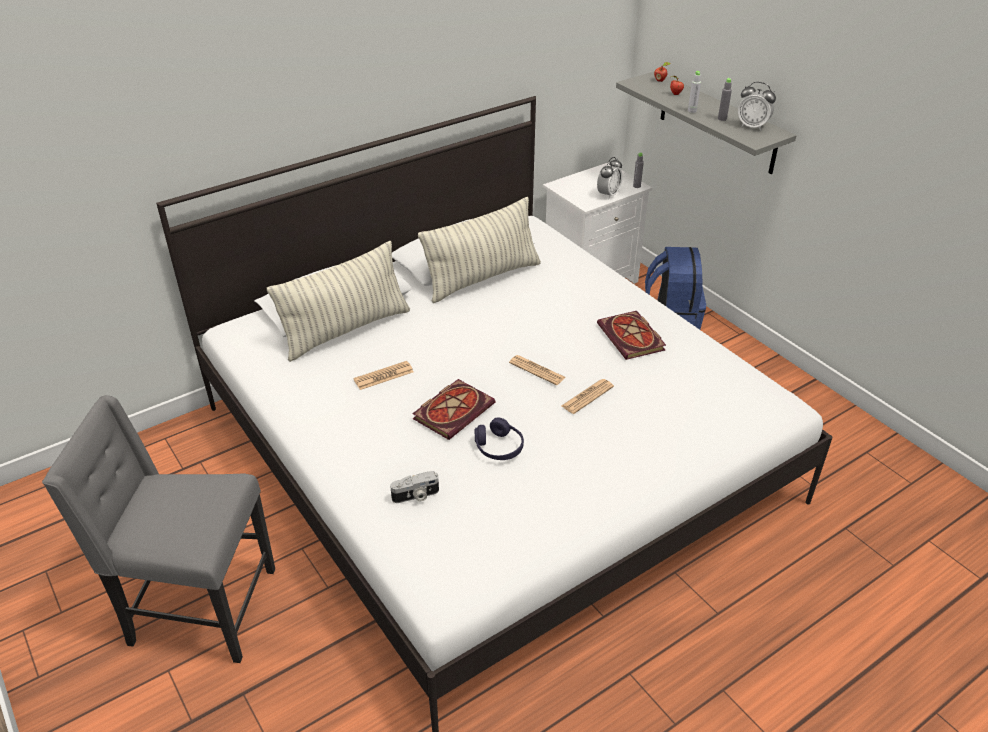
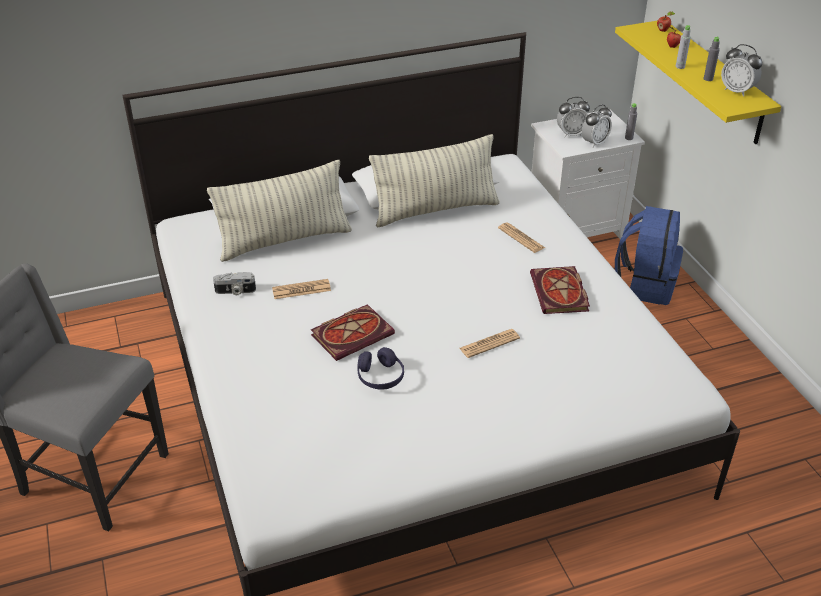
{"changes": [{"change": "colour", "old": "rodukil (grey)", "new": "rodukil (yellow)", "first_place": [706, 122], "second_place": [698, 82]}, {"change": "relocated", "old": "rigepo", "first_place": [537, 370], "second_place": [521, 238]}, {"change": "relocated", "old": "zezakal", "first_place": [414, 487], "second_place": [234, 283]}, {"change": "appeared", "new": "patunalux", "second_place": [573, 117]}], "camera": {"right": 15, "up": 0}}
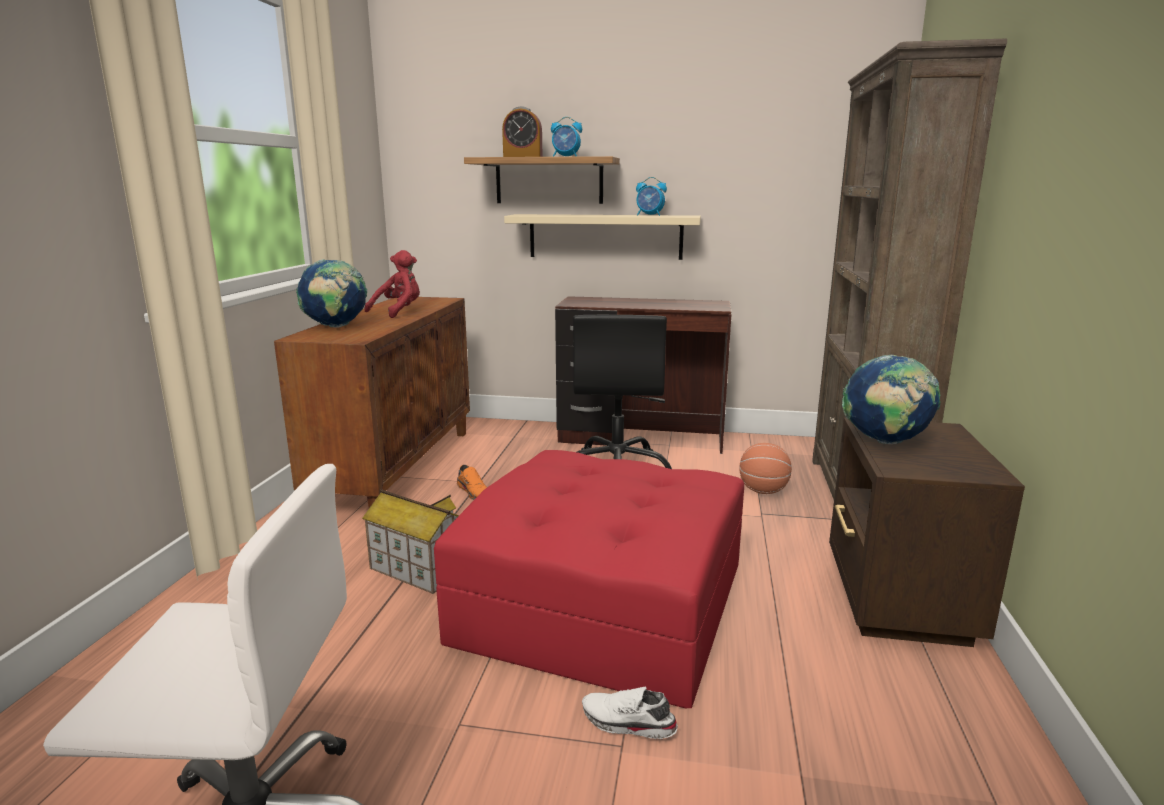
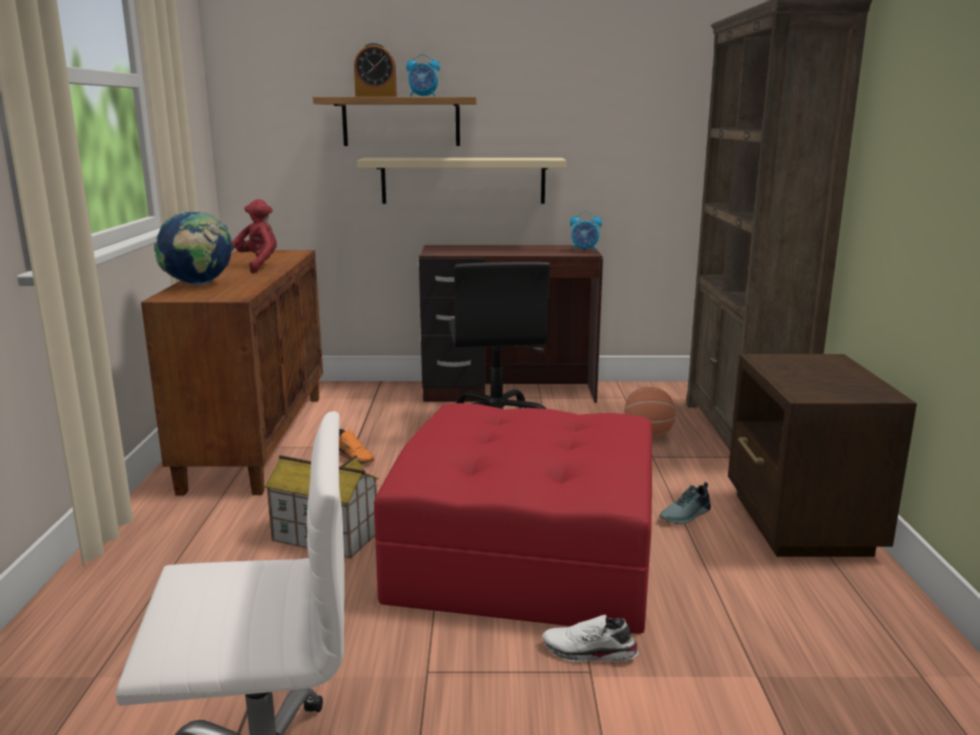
{"changes": [{"change": "relocated", "old": "patunalux", "first_place": [651, 196], "second_place": [586, 231]}, {"change": "missing", "old": "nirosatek", "first_place": [891, 399]}, {"change": "appeared", "new": "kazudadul", "second_place": [685, 503]}], "camera": {"right": -10, "up": 0}}
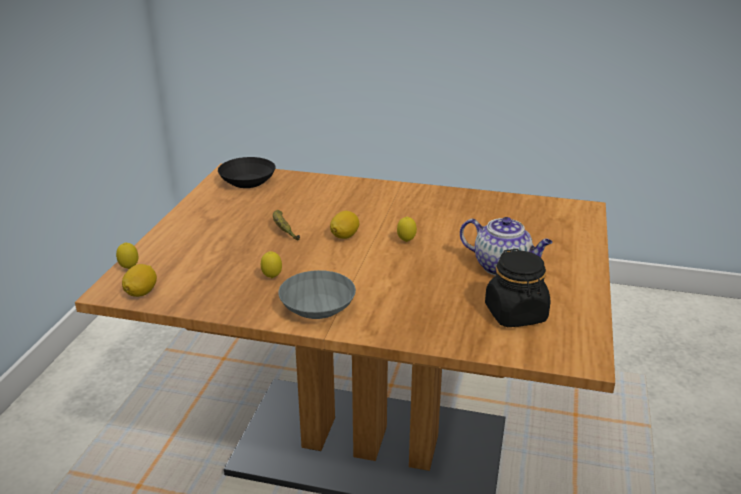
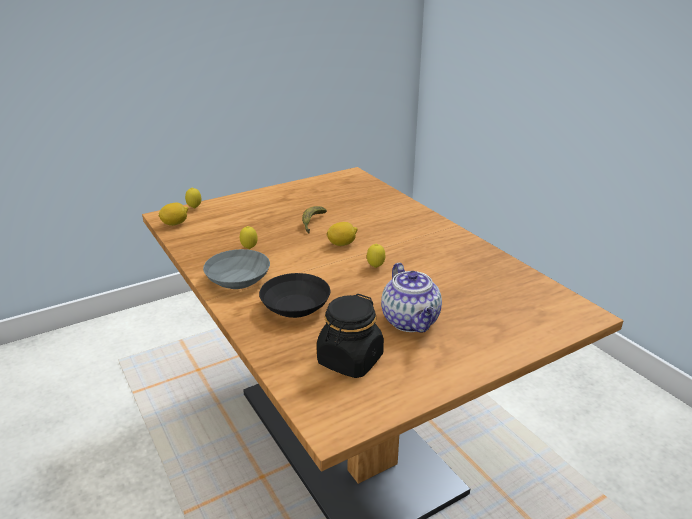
{"changes": [{"change": "relocated", "old": "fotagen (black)", "first_place": [247, 172], "second_place": [295, 295]}], "camera": {"right": 45, "up": 0}}
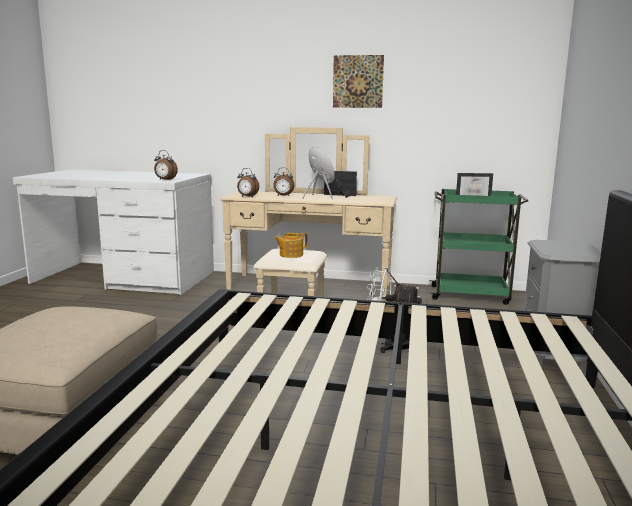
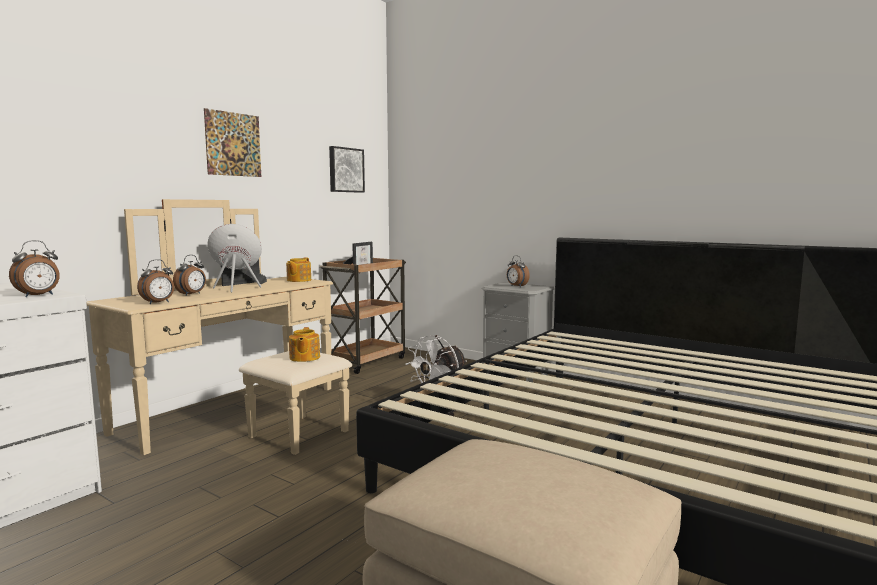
{"changes": [{"change": "colour", "old": "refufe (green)", "new": "refufe (brown)", "first_place": [478, 247], "second_place": [363, 316]}, {"change": "appeared", "new": "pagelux", "second_place": [347, 169]}, {"change": "appeared", "new": "patunalux", "second_place": [518, 271]}, {"change": "appeared", "new": "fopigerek", "second_place": [298, 270]}], "camera": {"right": -65, "up": -5}}
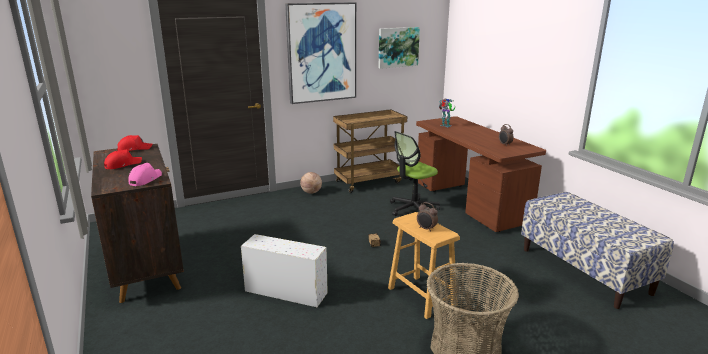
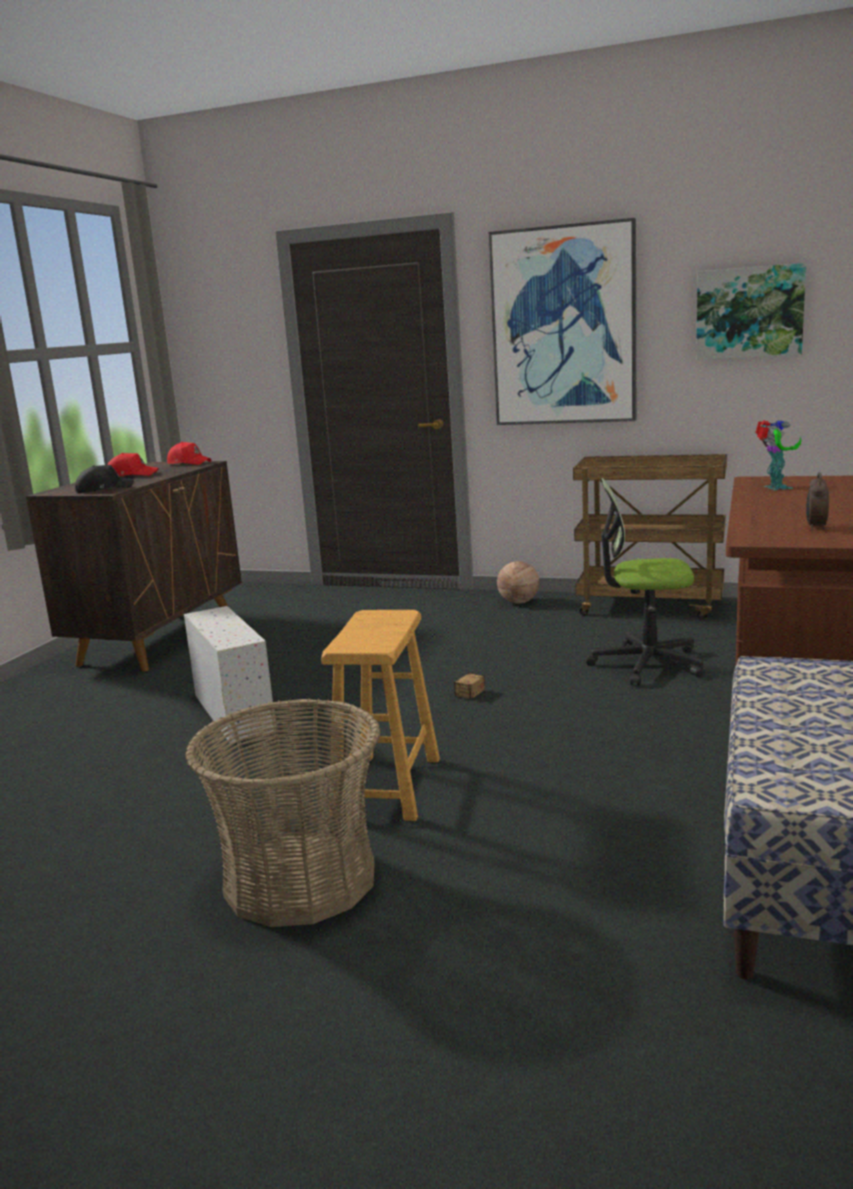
{"changes": [{"change": "colour", "old": "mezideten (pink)", "new": "mezideten (black)", "first_place": [145, 174], "second_place": [104, 479]}, {"change": "missing", "old": "patunalux", "first_place": [427, 217]}], "camera": {"right": 45, "up": -5}}
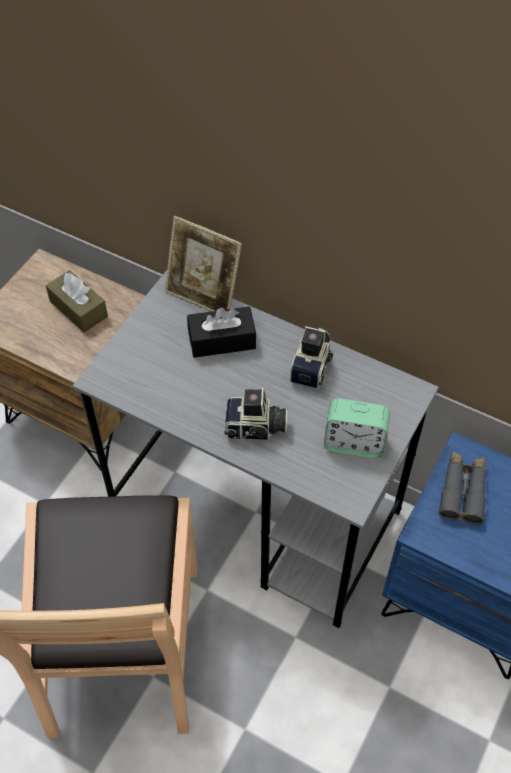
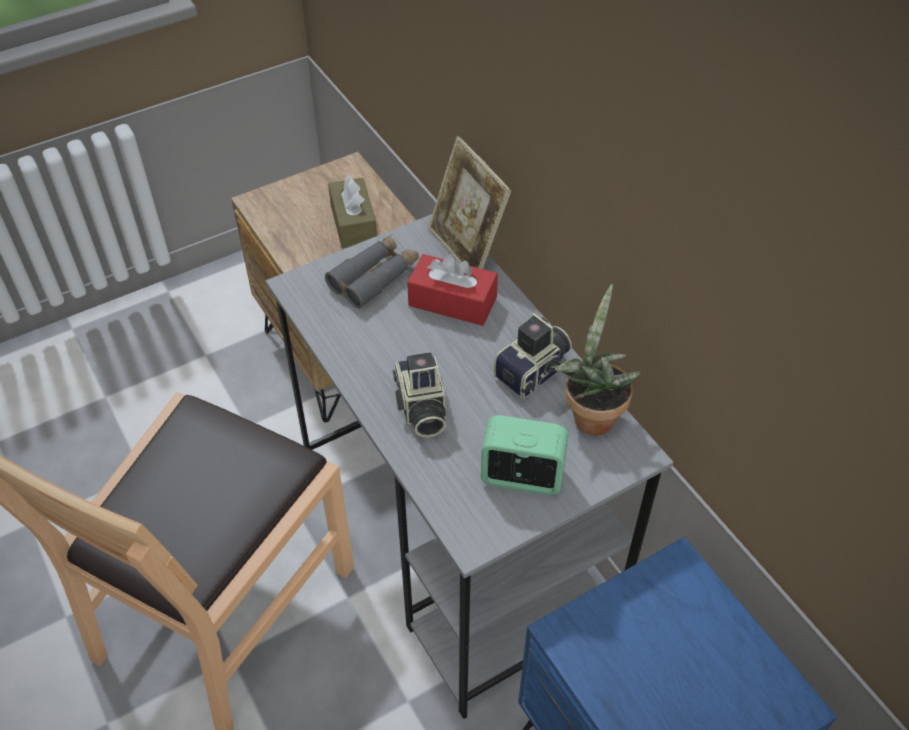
{"changes": [{"change": "colour", "old": "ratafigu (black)", "new": "ratafigu (red)", "first_place": [221, 332], "second_place": [452, 290]}, {"change": "spun", "old": "zezakal", "first_place": [255, 414], "second_place": [419, 395], "degrees": 45}, {"change": "spun", "old": "patunalux", "first_place": [357, 428], "second_place": [525, 455], "degrees": 150}, {"change": "relocated", "old": "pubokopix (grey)", "first_place": [462, 488], "second_place": [372, 271]}, {"change": "appeared", "new": "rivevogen", "second_place": [596, 359]}], "camera": {"right": 30, "up": -5}}
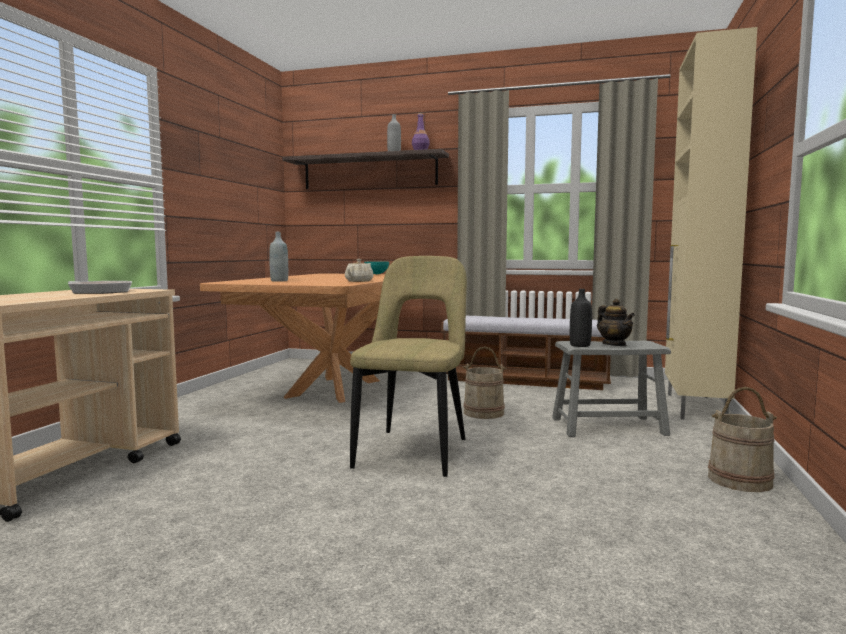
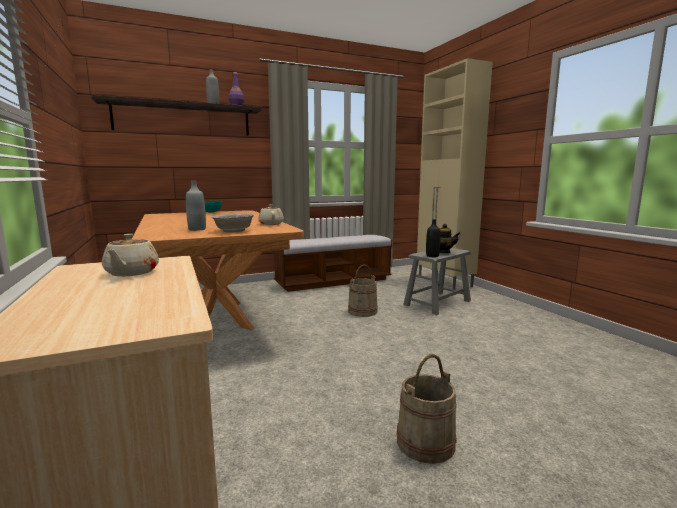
{"changes": [{"change": "missing", "old": "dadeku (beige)", "first_place": [408, 366]}, {"change": "exchanged", "old": "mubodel", "new": "fopigerek (beige)", "first_place": [100, 287], "second_place": [130, 255]}, {"change": "relocated", "old": "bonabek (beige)", "first_place": [742, 439], "second_place": [427, 409]}, {"change": "appeared", "new": "fotagen (white)", "second_place": [233, 223]}], "camera": {"right": -40, "up": 5}}
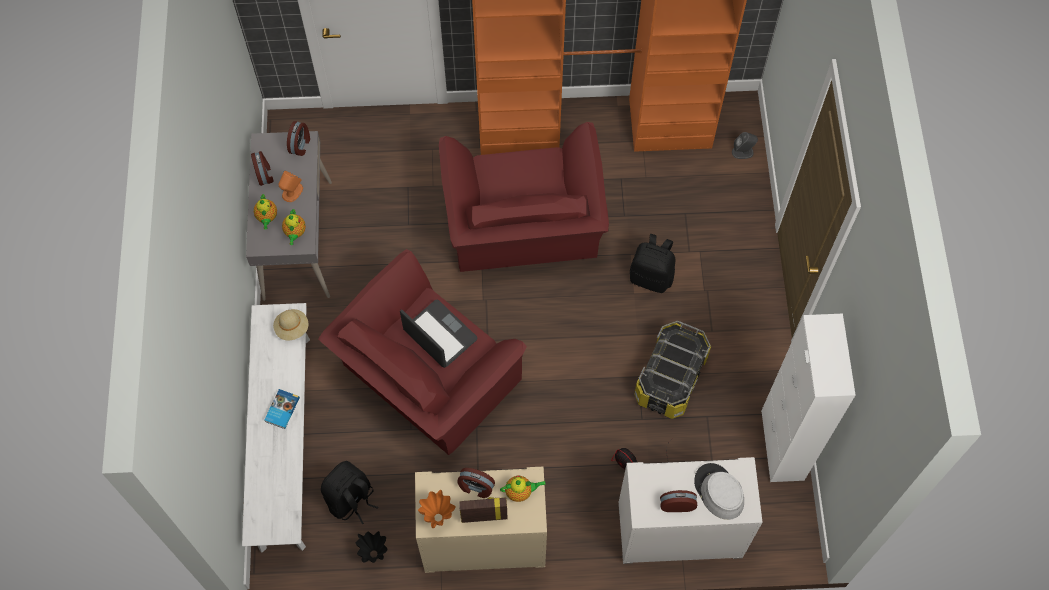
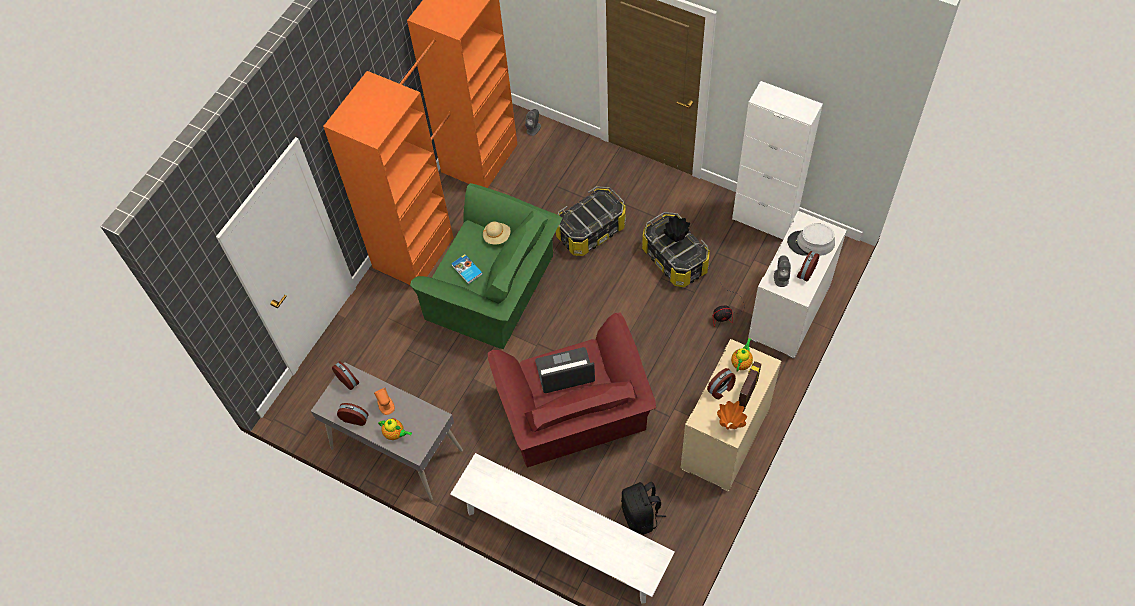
{"changes": [{"change": "colour", "old": "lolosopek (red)", "new": "lolosopek (green)", "first_place": [524, 197], "second_place": [486, 266]}, {"change": "missing", "old": "fopigerek", "first_place": [294, 227]}, {"change": "exchanged", "old": "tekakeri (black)", "new": "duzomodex", "first_place": [652, 263], "second_place": [591, 221]}, {"change": "relocated", "old": "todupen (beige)", "first_place": [291, 324], "second_place": [496, 232]}, {"change": "relocated", "old": "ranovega", "first_place": [282, 409], "second_place": [467, 269]}, {"change": "relocated", "old": "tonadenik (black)", "first_place": [371, 547], "second_place": [676, 228]}, {"change": "appeared", "new": "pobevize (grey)", "second_place": [782, 271]}], "camera": {"right": -55, "up": -5}}
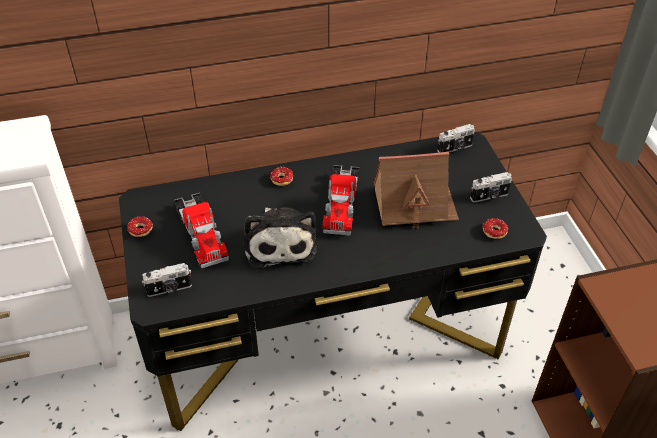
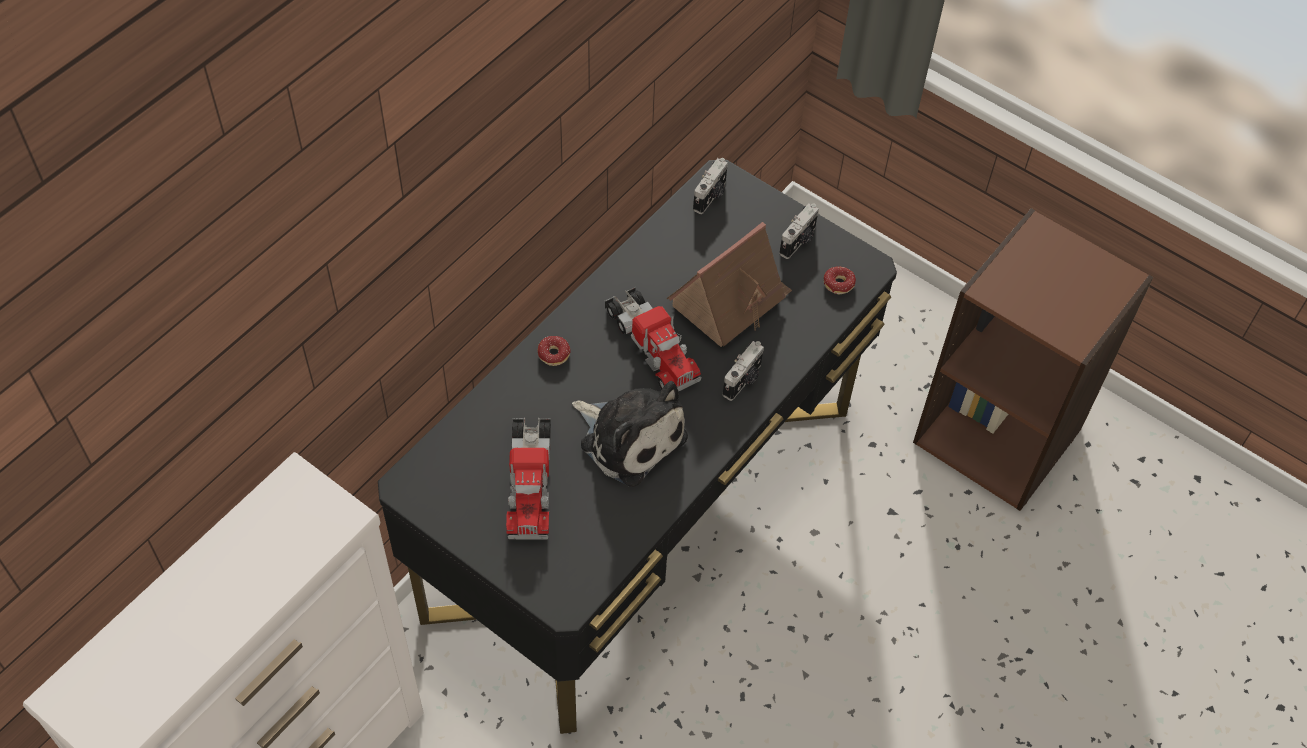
{"changes": [{"change": "spun", "old": "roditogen", "first_place": [201, 230], "second_place": [528, 479], "degrees": 60}, {"change": "missing", "old": "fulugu", "first_place": [140, 226]}, {"change": "relocated", "old": "zezakal", "first_place": [167, 280], "second_place": [743, 371]}], "camera": {"right": -40, "up": 10}}
